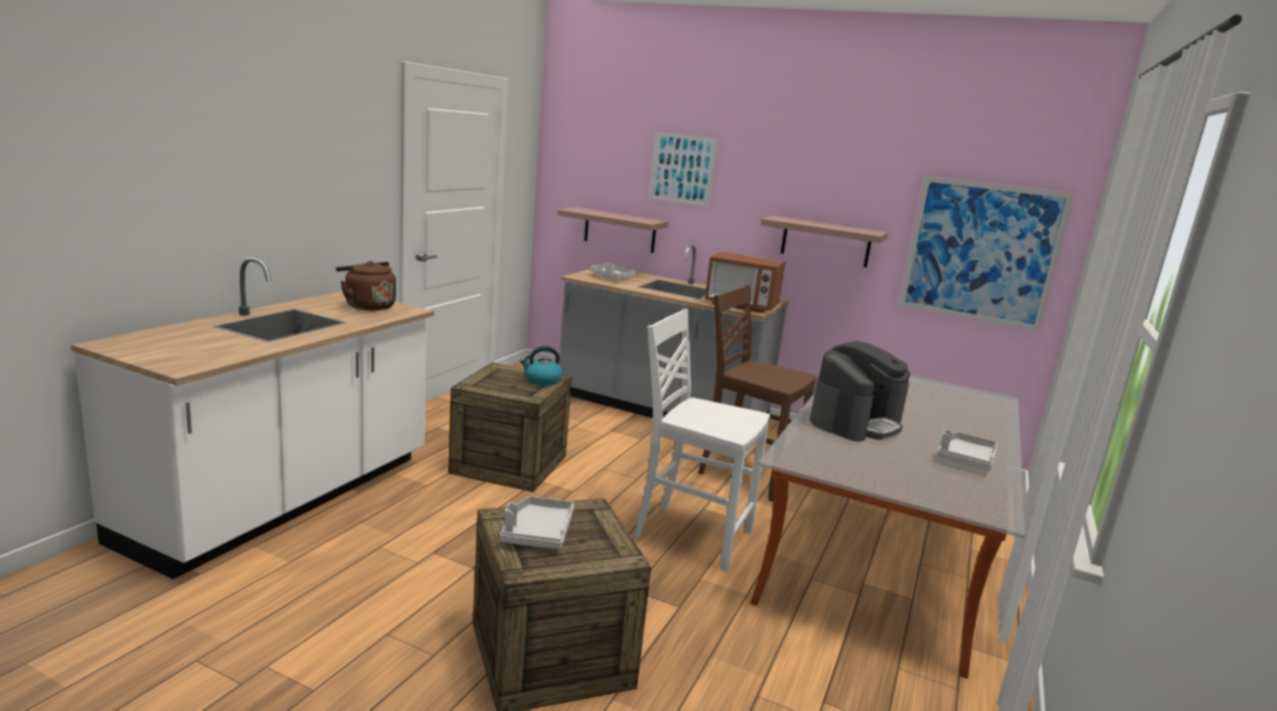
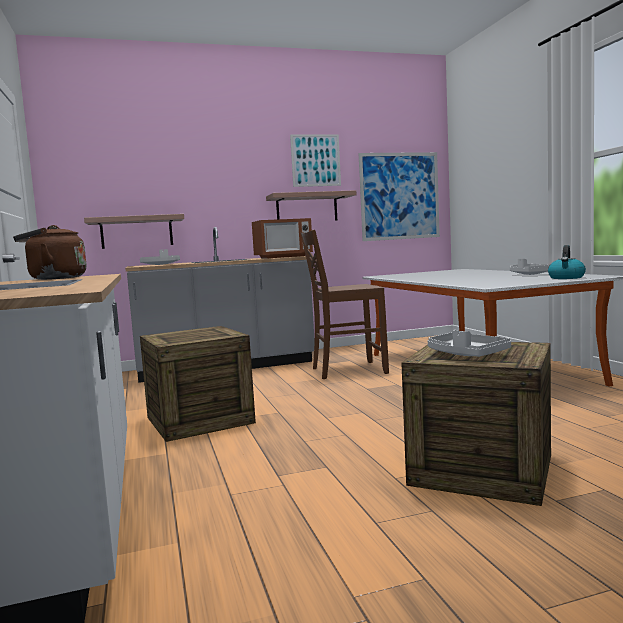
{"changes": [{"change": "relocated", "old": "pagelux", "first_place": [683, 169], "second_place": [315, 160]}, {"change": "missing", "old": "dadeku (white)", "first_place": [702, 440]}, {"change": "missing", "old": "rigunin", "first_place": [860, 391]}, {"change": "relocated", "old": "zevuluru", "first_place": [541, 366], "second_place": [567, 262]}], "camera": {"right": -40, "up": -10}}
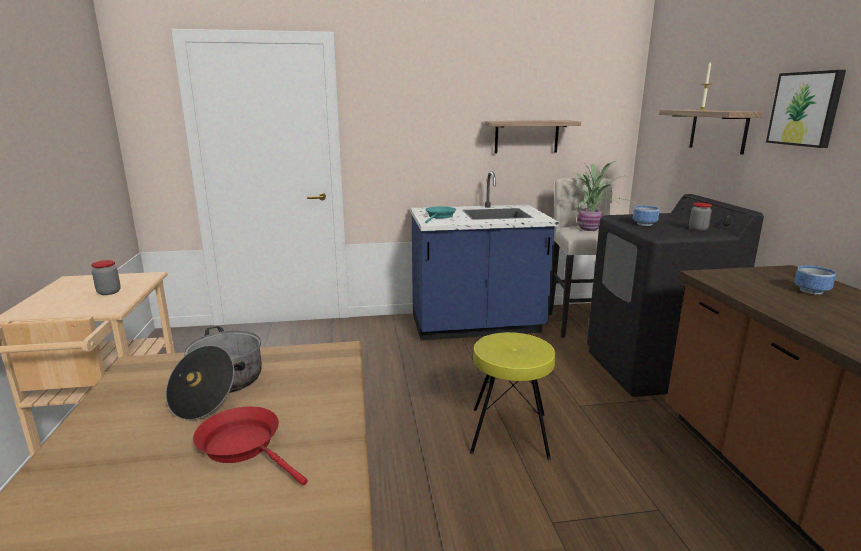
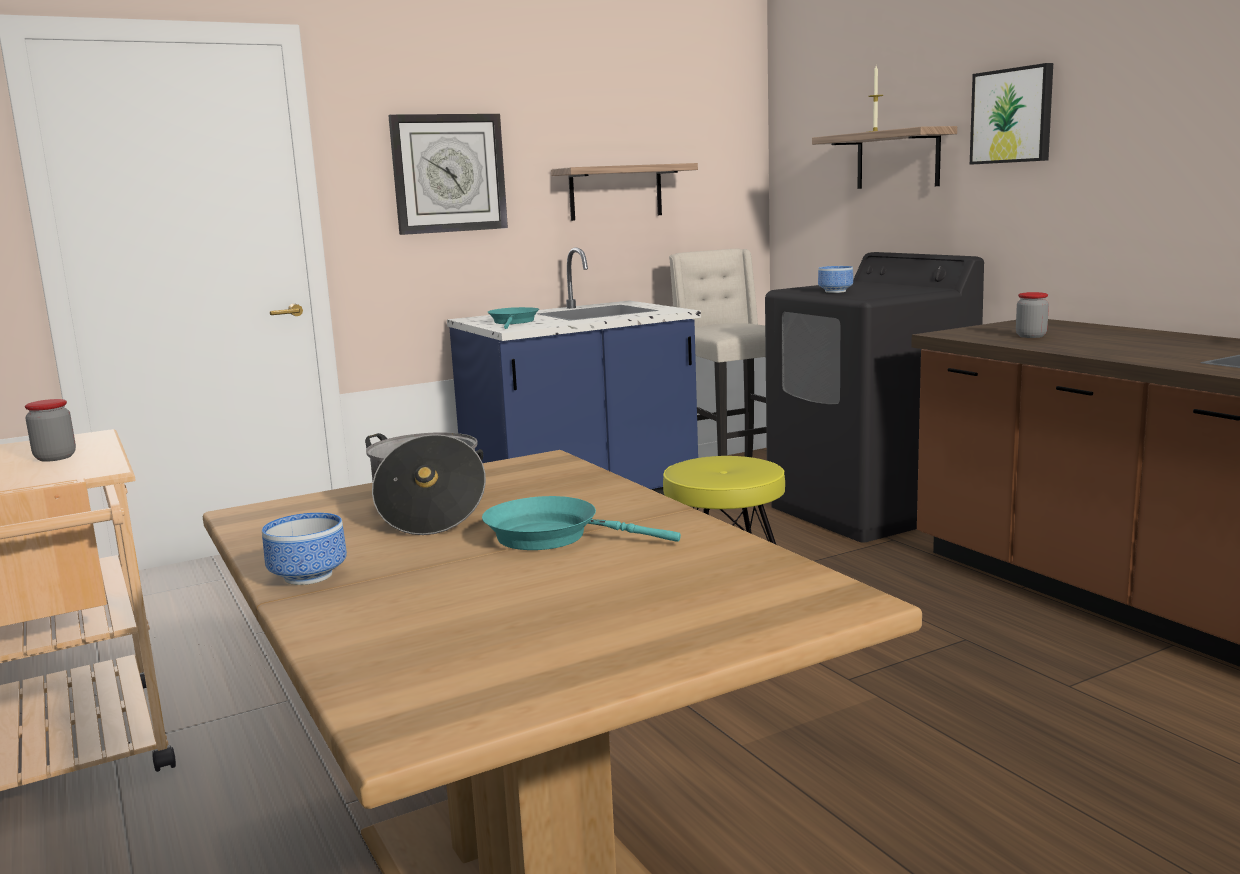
{"changes": [{"change": "missing", "old": "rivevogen", "first_place": [597, 196]}, {"change": "relocated", "old": "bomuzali", "first_place": [700, 217], "second_place": [1032, 315]}, {"change": "relocated", "old": "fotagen", "first_place": [815, 280], "second_place": [304, 549]}, {"change": "colour", "old": "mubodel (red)", "new": "mubodel (turquoise)", "first_place": [250, 446], "second_place": [581, 523]}, {"change": "appeared", "new": "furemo", "second_place": [448, 174]}], "camera": {"right": -20, "up": -5}}
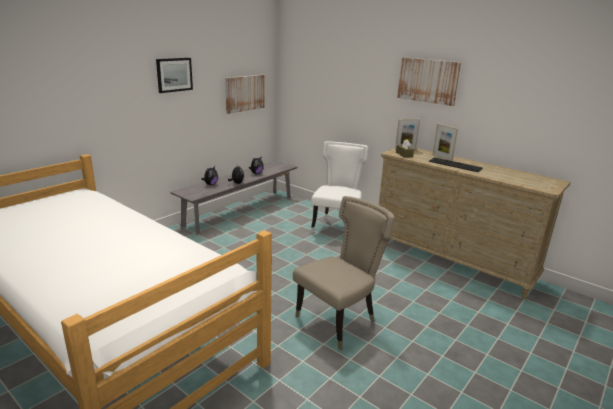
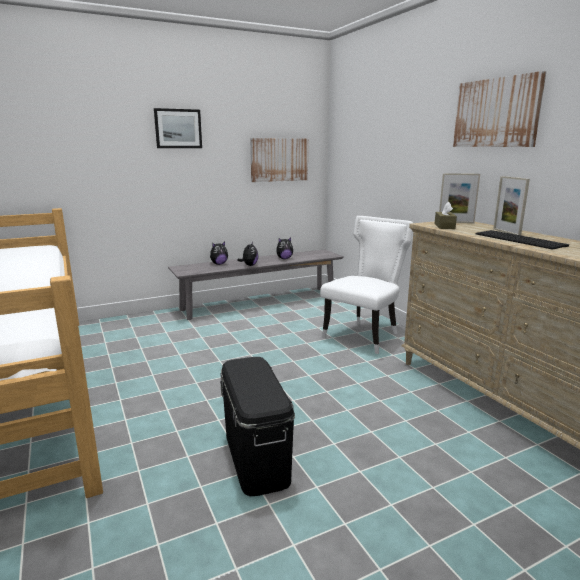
{"changes": [{"change": "exchanged", "old": "dadeku (beige)", "new": "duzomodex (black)", "first_place": [343, 273], "second_place": [257, 426]}], "camera": {"right": 25, "up": -5}}
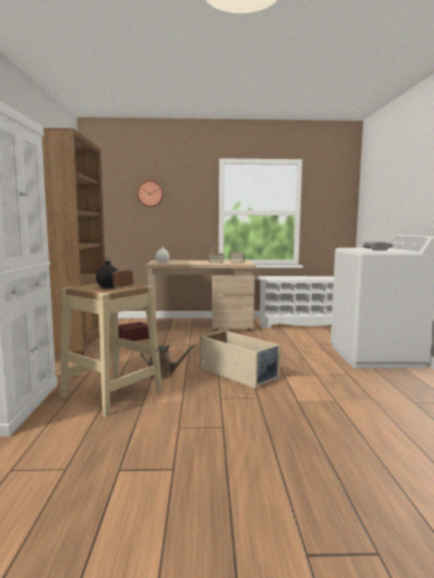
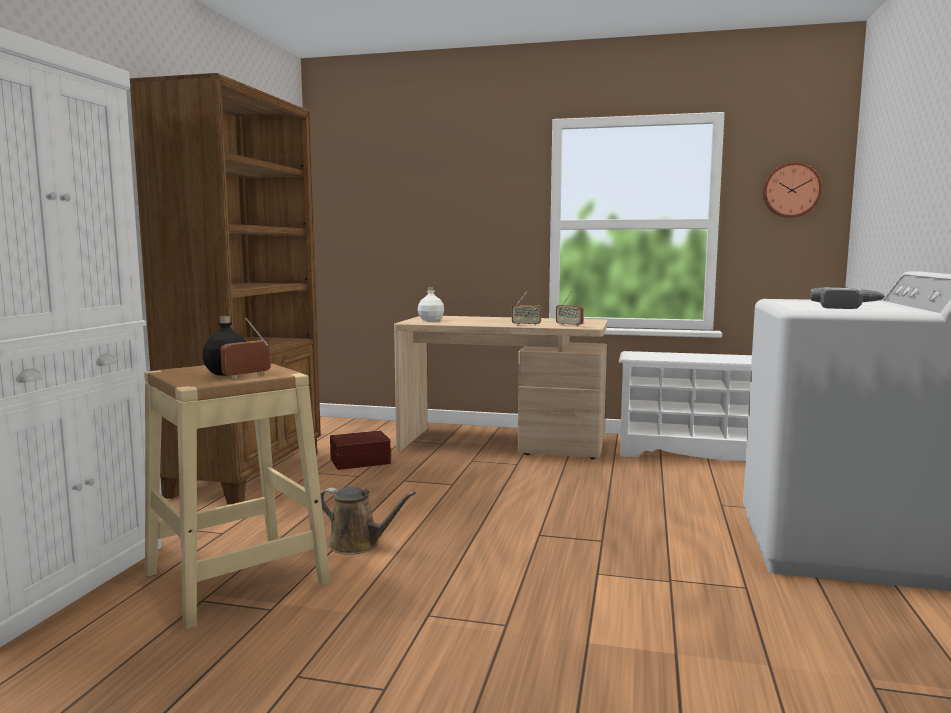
{"changes": [{"change": "relocated", "old": "furemo", "first_place": [150, 194], "second_place": [792, 190]}, {"change": "missing", "old": "duzomodex (beige)", "first_place": [240, 359]}], "camera": {"right": 15, "up": 0}}
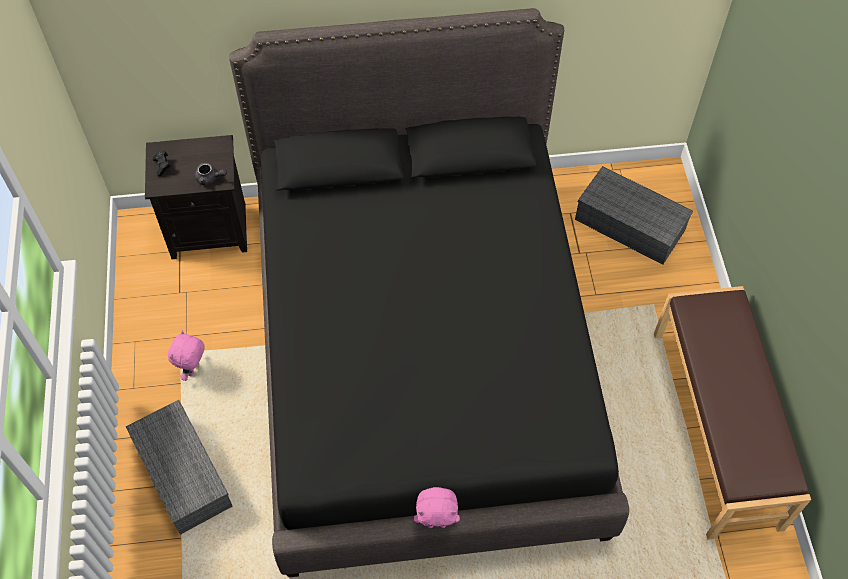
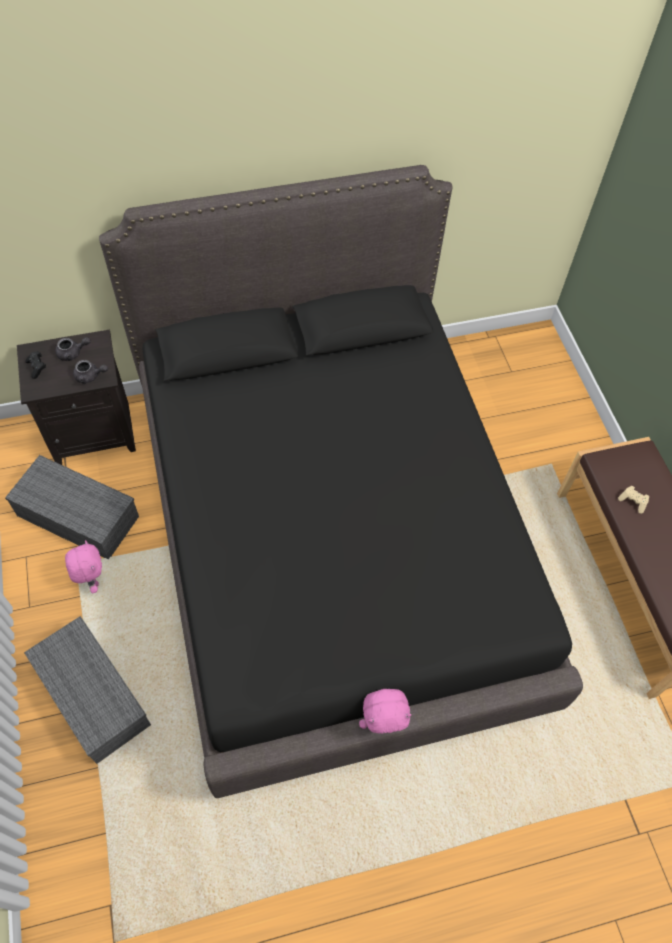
{"changes": [{"change": "relocated", "old": "duzomodex (grey)", "first_place": [634, 215], "second_place": [72, 507]}, {"change": "spun", "old": "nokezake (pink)", "first_place": [186, 355], "second_place": [83, 567], "degrees": 150}, {"change": "appeared", "new": "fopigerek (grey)", "second_place": [73, 349]}, {"change": "appeared", "new": "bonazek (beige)", "second_place": [633, 500]}], "camera": {"right": -10, "up": 0}}
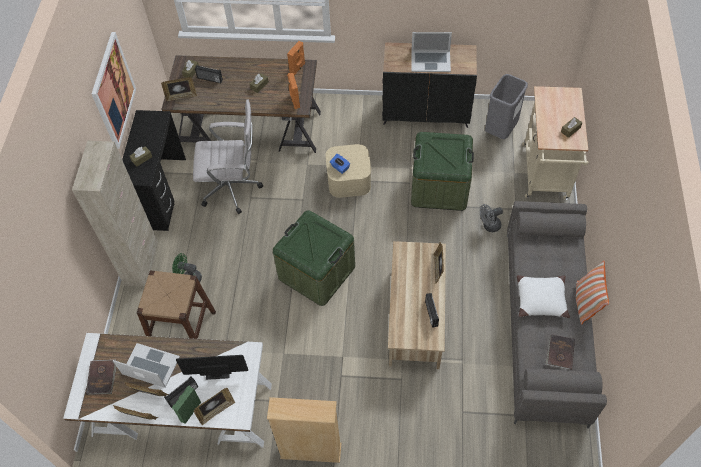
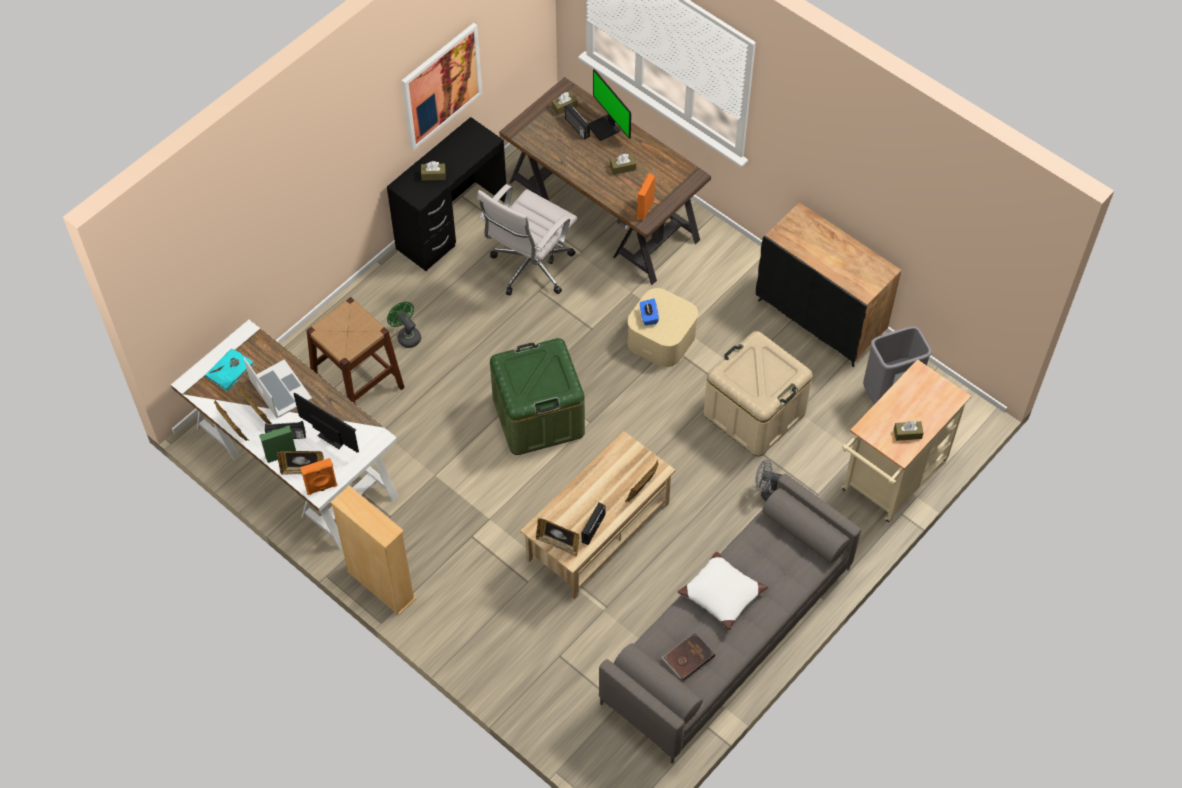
{"changes": [{"change": "missing", "old": "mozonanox", "first_place": [431, 52]}, {"change": "relocated", "old": "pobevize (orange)", "first_place": [296, 58], "second_place": [319, 476]}, {"change": "relocated", "old": "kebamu", "first_place": [179, 89], "second_place": [557, 537]}, {"change": "spun", "old": "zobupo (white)", "first_place": [228, 156], "second_place": [527, 240], "degrees": 90}, {"change": "colour", "old": "duzomodex (green)", "new": "duzomodex (beige)", "first_place": [442, 171], "second_place": [758, 393]}, {"change": "missing", "old": "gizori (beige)", "first_place": [115, 214]}, {"change": "missing", "old": "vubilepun", "first_place": [592, 292]}, {"change": "colour", "old": "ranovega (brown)", "new": "ranovega (turquoise)", "first_place": [101, 377], "second_place": [230, 369]}, {"change": "appeared", "new": "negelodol", "second_place": [610, 105]}], "camera": {"right": 35, "up": 0}}
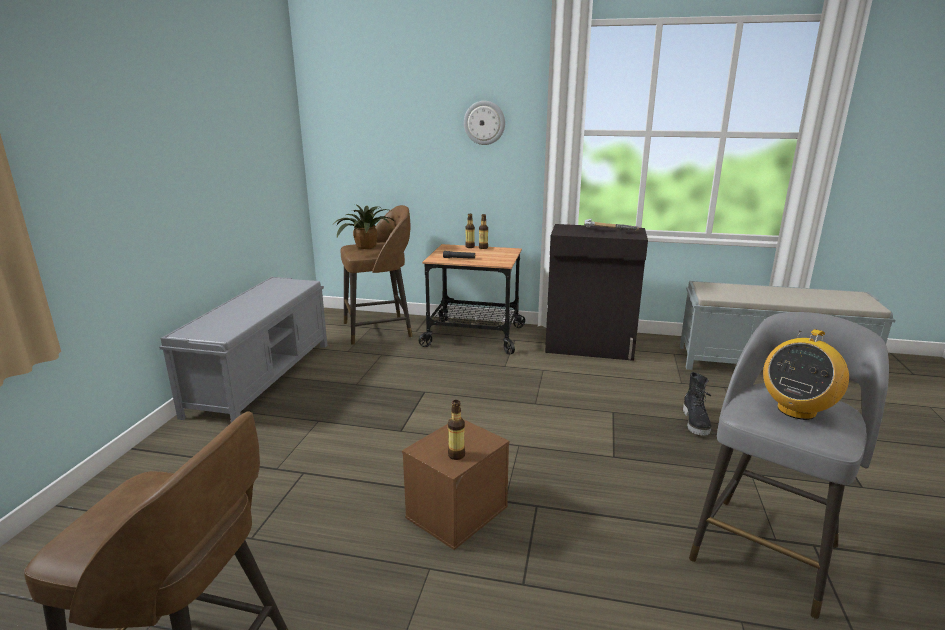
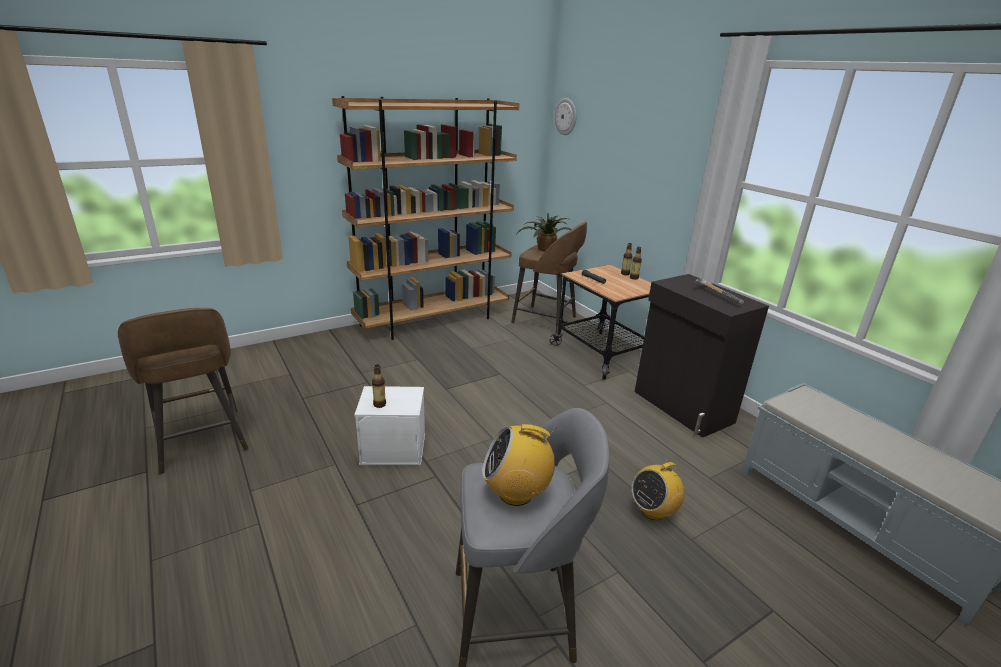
{"changes": [{"change": "relocated", "old": "furemo", "first_place": [484, 123], "second_place": [565, 116]}, {"change": "exchanged", "old": "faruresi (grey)", "new": "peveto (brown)", "first_place": [243, 350], "second_place": [425, 218]}, {"change": "exchanged", "old": "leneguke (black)", "new": "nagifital", "first_place": [697, 404], "second_place": [658, 489]}, {"change": "colour", "old": "duzomodex (brown)", "new": "duzomodex (white)", "first_place": [455, 484], "second_place": [389, 425]}], "camera": {"right": 45, "up": 5}}
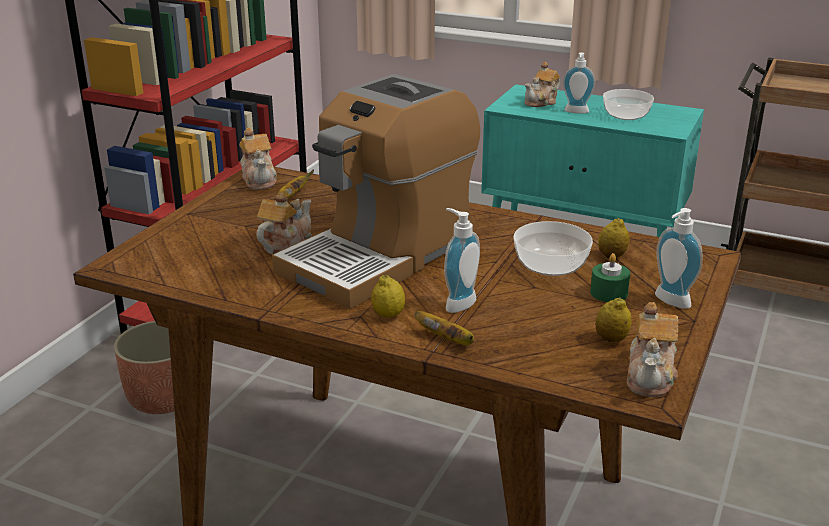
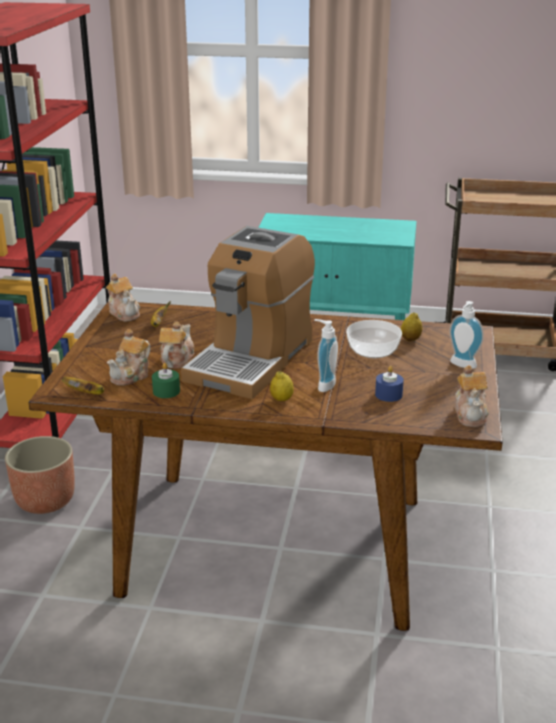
{"changes": [{"change": "missing", "old": "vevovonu", "first_place": [579, 83]}, {"change": "relocated", "old": "fopigerek", "first_place": [542, 84], "second_place": [128, 357]}, {"change": "missing", "old": "fotagen", "first_place": [628, 104]}, {"change": "relocated", "old": "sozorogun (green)", "first_place": [610, 277], "second_place": [166, 380]}, {"change": "missing", "old": "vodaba", "first_place": [613, 319]}, {"change": "relocated", "old": "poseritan", "first_place": [444, 328], "second_place": [83, 386]}, {"change": "appeared", "new": "sozorogun (blue)", "second_place": [389, 384]}], "camera": {"right": -15, "up": 0}}
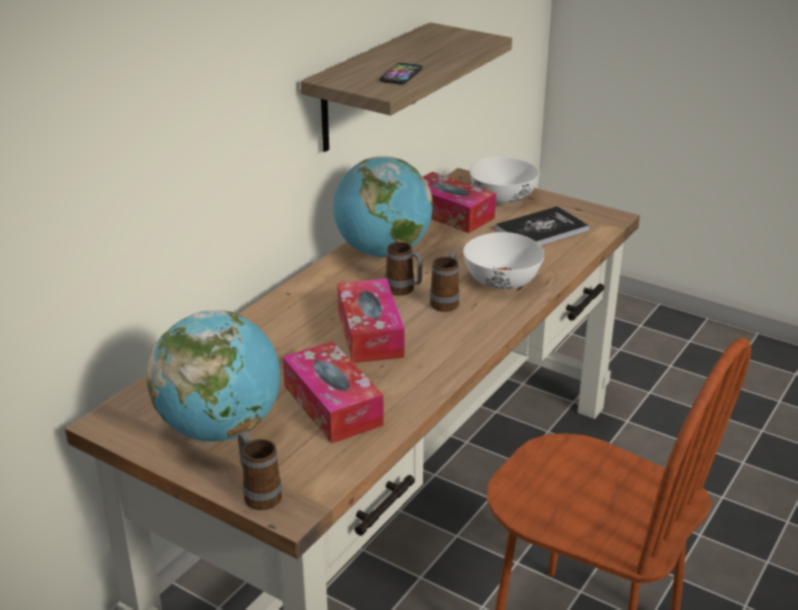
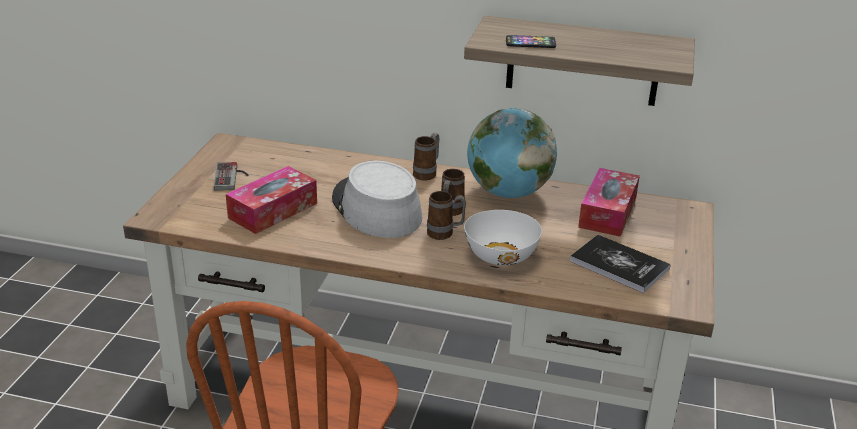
{"changes": [{"change": "missing", "old": "fotagen (white)", "first_place": [504, 180]}, {"change": "exchanged", "old": "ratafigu", "new": "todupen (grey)", "first_place": [371, 321], "second_place": [377, 199]}, {"change": "exchanged", "old": "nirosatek", "new": "bonazek", "first_place": [213, 376], "second_place": [231, 176]}, {"change": "relocated", "old": "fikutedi", "first_place": [260, 471], "second_place": [426, 157]}], "camera": {"right": 70, "up": 0}}
